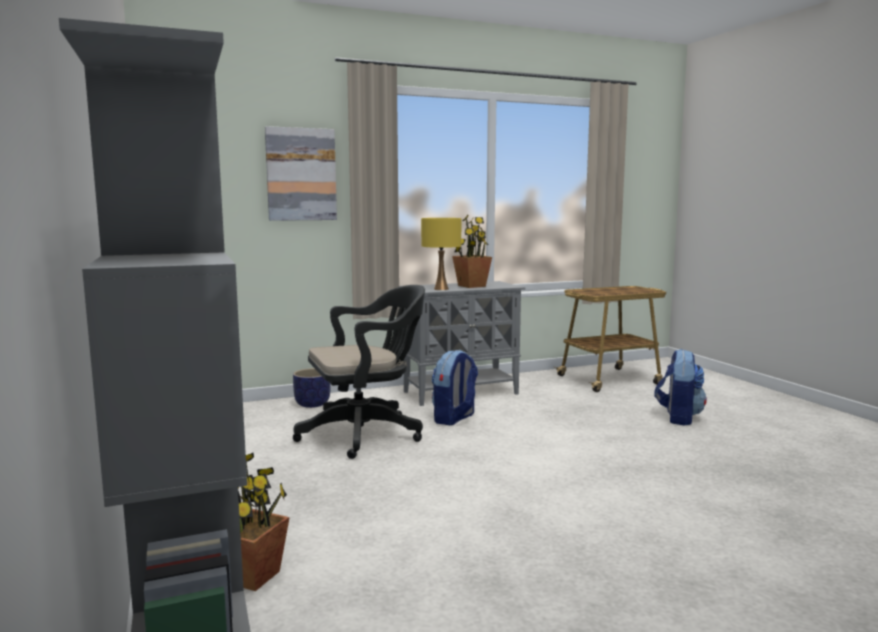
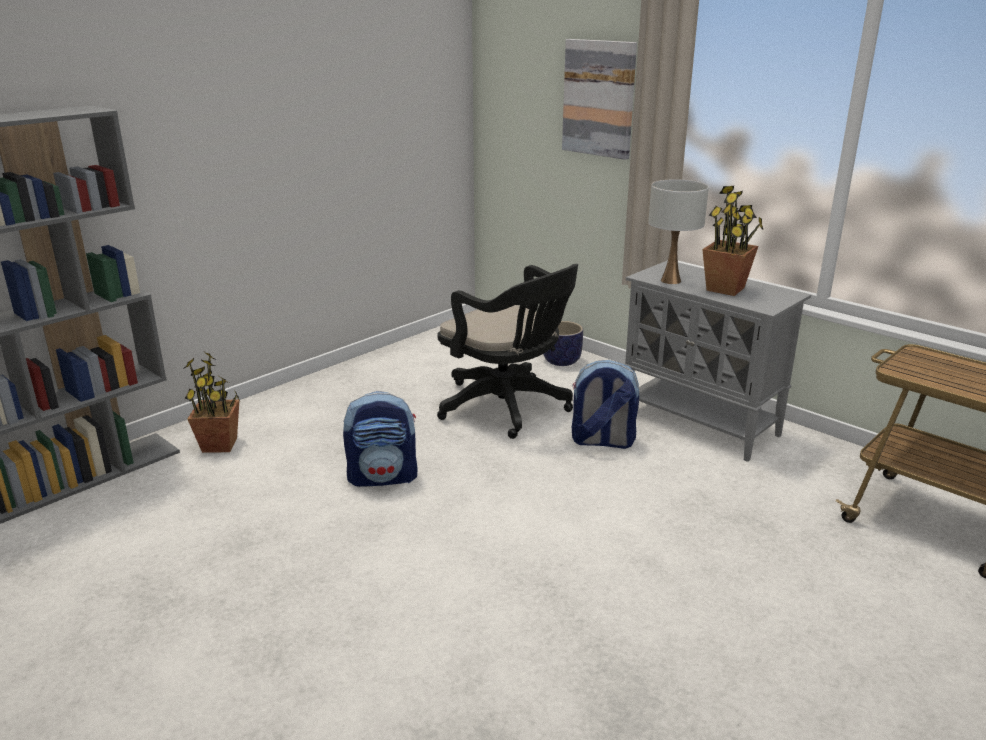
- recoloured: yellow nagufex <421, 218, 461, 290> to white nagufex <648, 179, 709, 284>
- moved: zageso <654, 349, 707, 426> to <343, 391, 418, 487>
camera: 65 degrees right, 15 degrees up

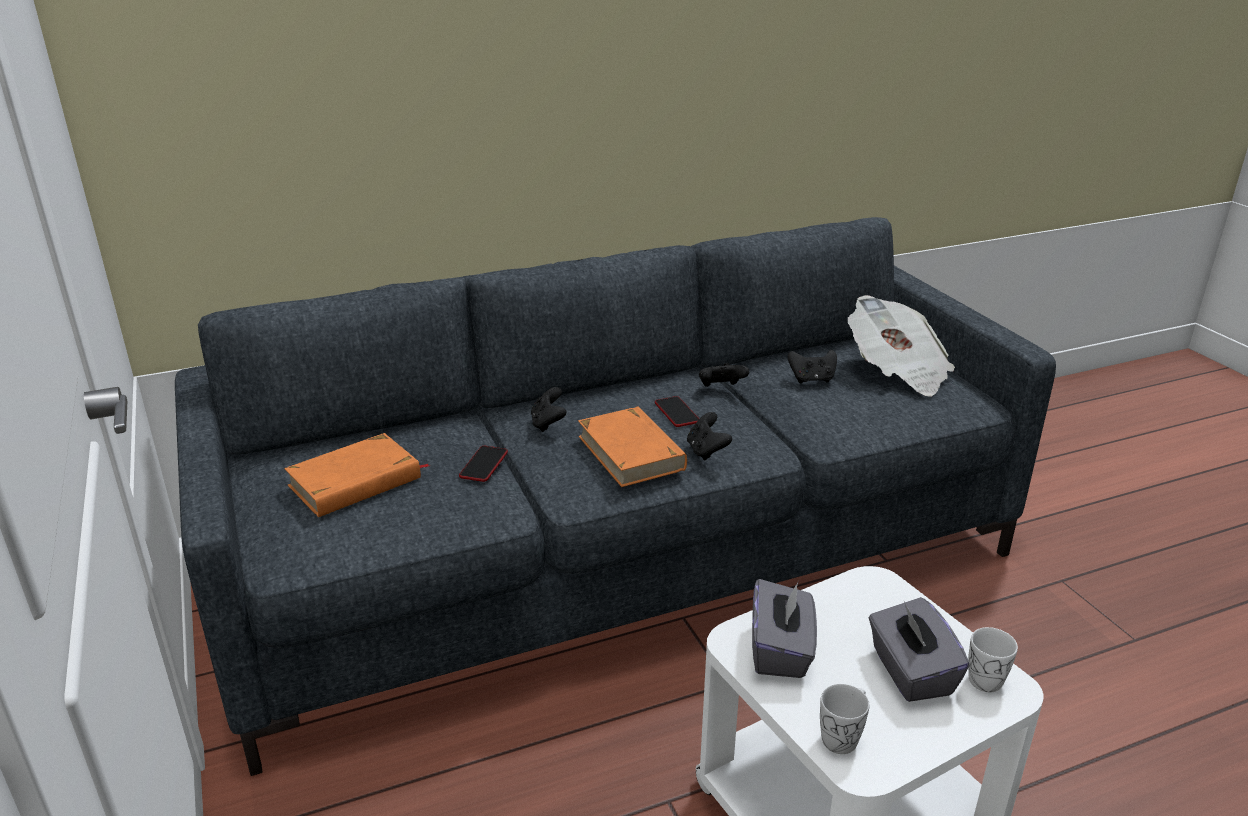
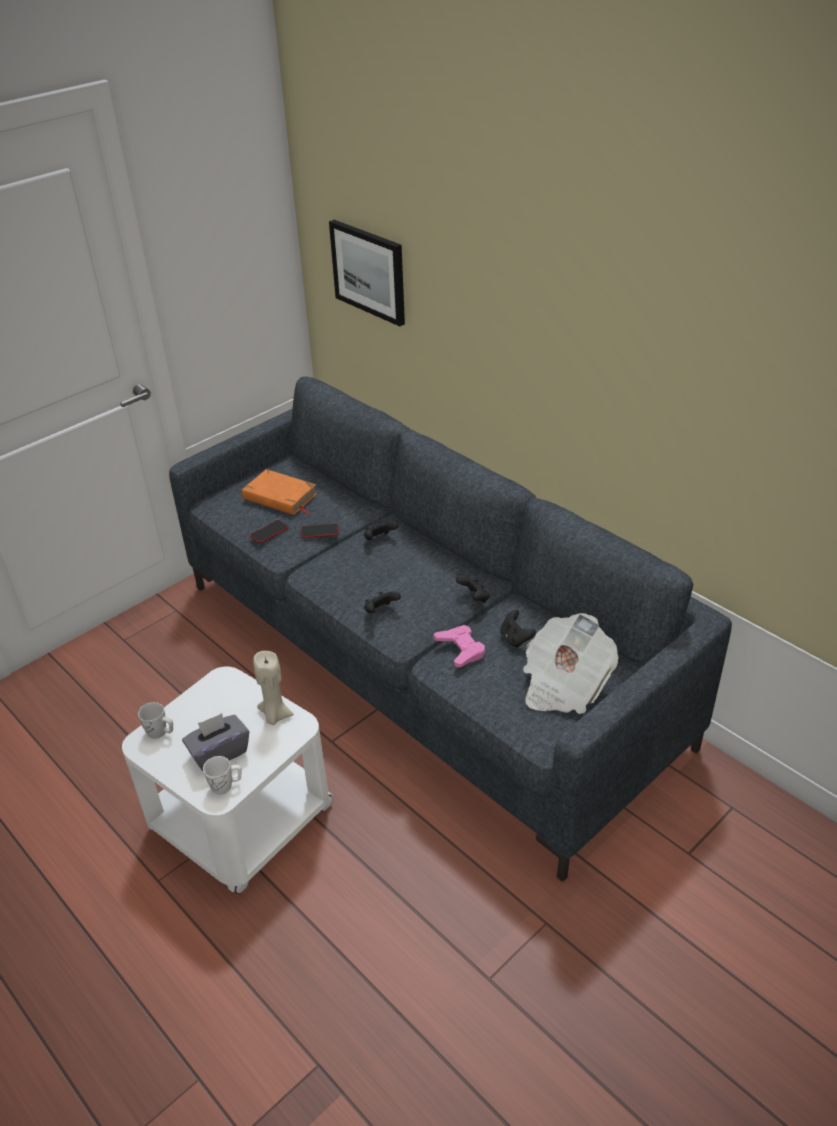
- moved: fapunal <655, 396, 699, 427> to <250, 520, 289, 543>
- removed: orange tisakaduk <578, 406, 687, 487>
- removed: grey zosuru <752, 579, 817, 678>
- added: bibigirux <329, 220, 405, 326>
- added: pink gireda <433, 625, 485, 667>
- added: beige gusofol <253, 651, 294, 725>
camera: 70 degrees right, 10 degrees up

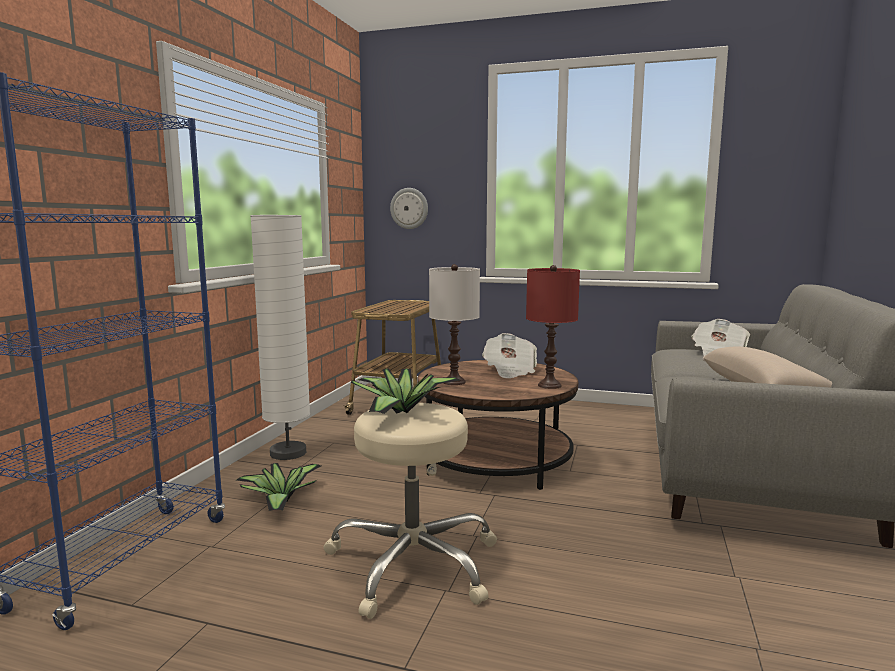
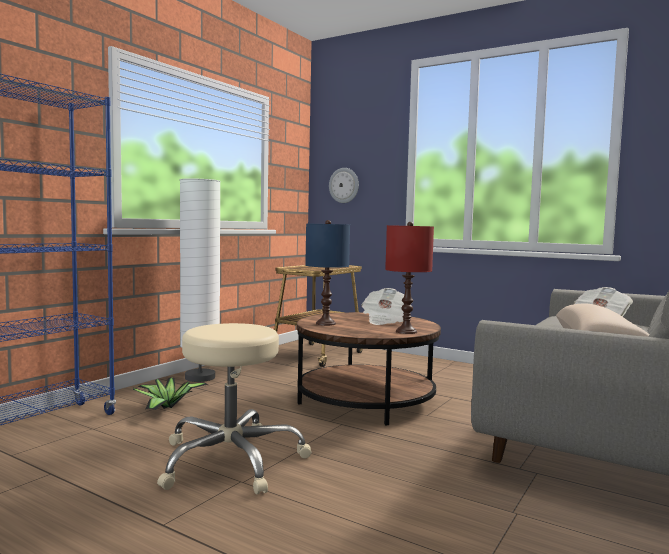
- recoloured: white nagufex <429, 264, 480, 385> to blue nagufex <305, 220, 350, 326>
- removed: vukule <351, 368, 460, 414>
camera: 15 degrees right, 5 degrees down

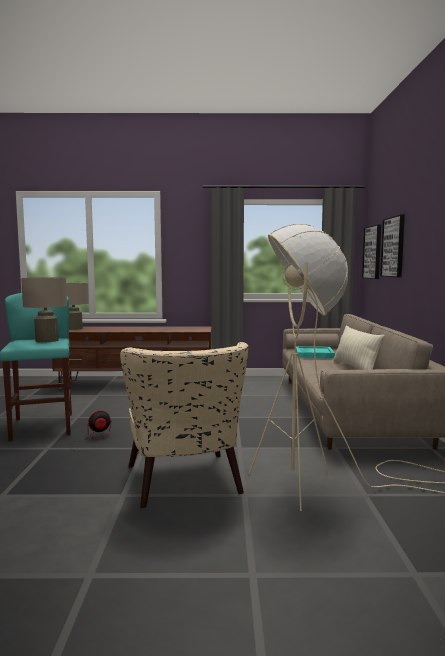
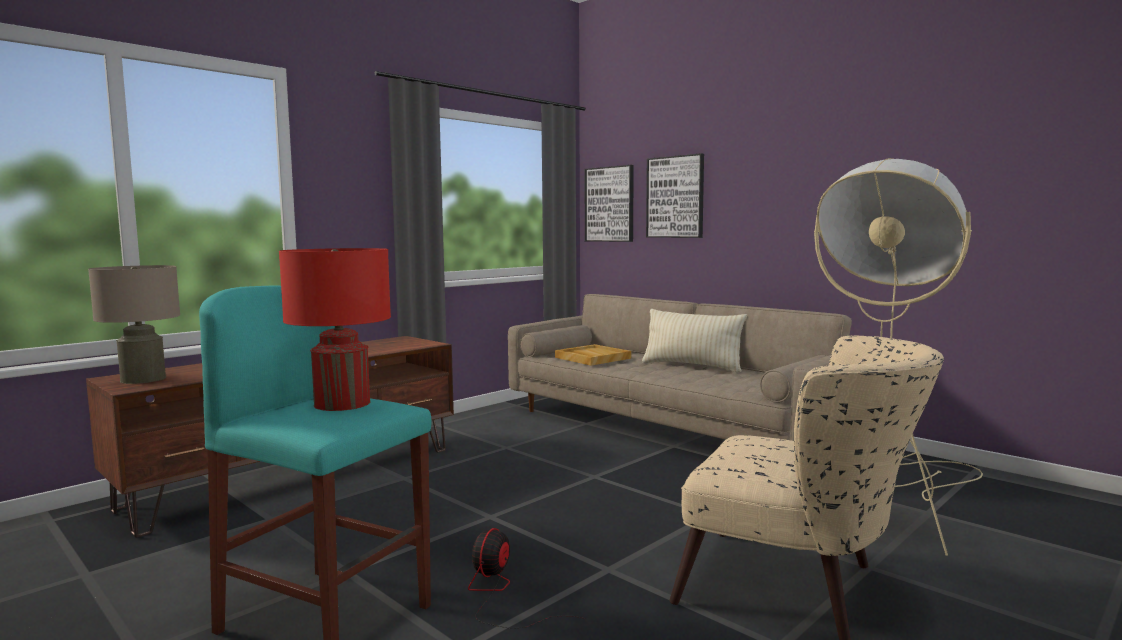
- recoloured: beige nagufex <21, 278, 67, 343> to red nagufex <279, 248, 391, 411>
- recoloured: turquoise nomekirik <296, 346, 335, 358> to beige nomekirik <555, 344, 631, 366>
camera: 45 degrees left, 0 degrees up

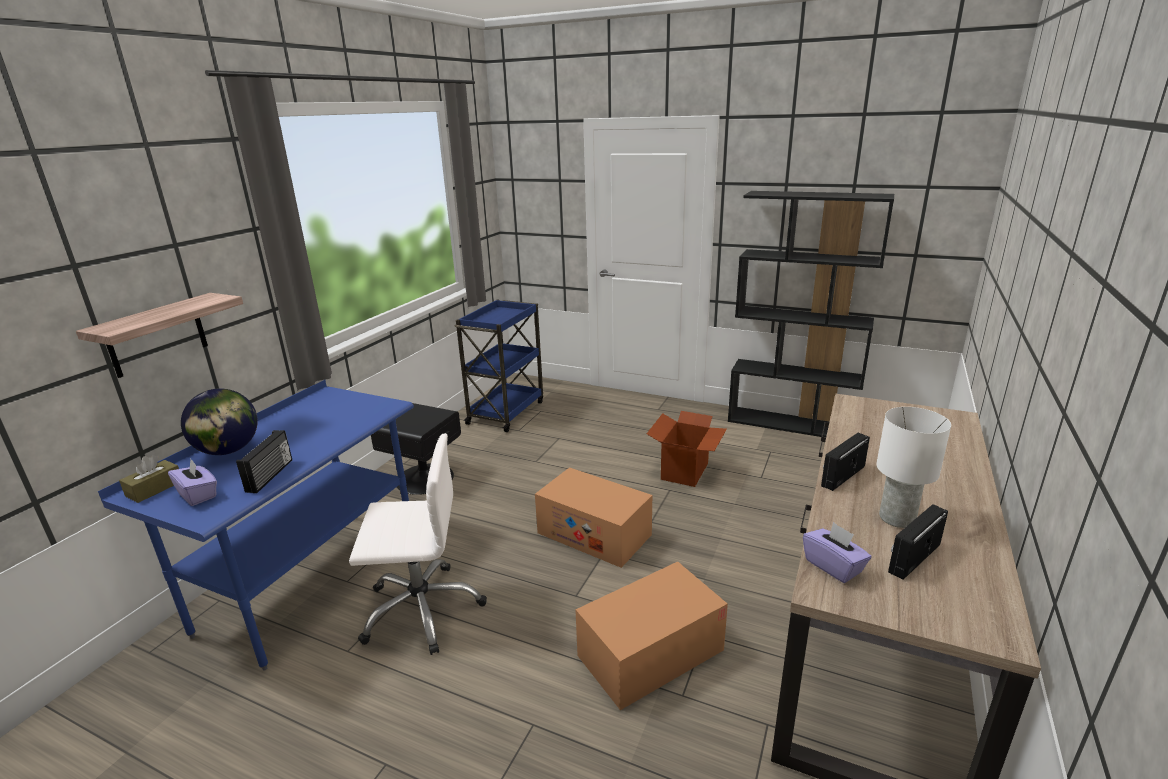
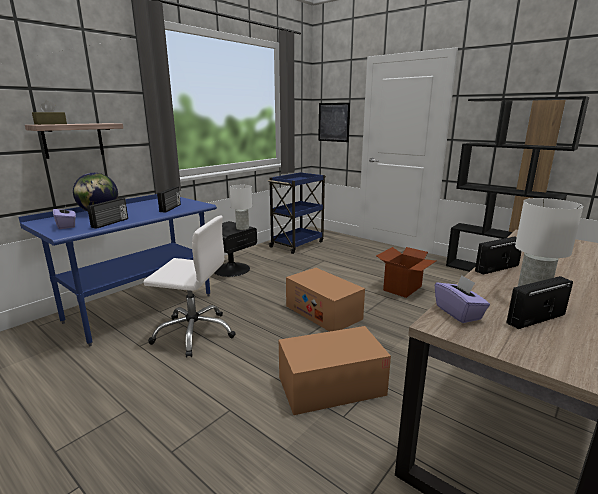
- moved: brown zosuru <119, 455, 179, 503> to <32, 101, 67, 125>
- added: bibigirux <318, 103, 350, 142>
- added: white nagufex <230, 185, 252, 230>
- added: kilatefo <157, 187, 181, 213>
camera: 15 degrees right, 5 degrees down

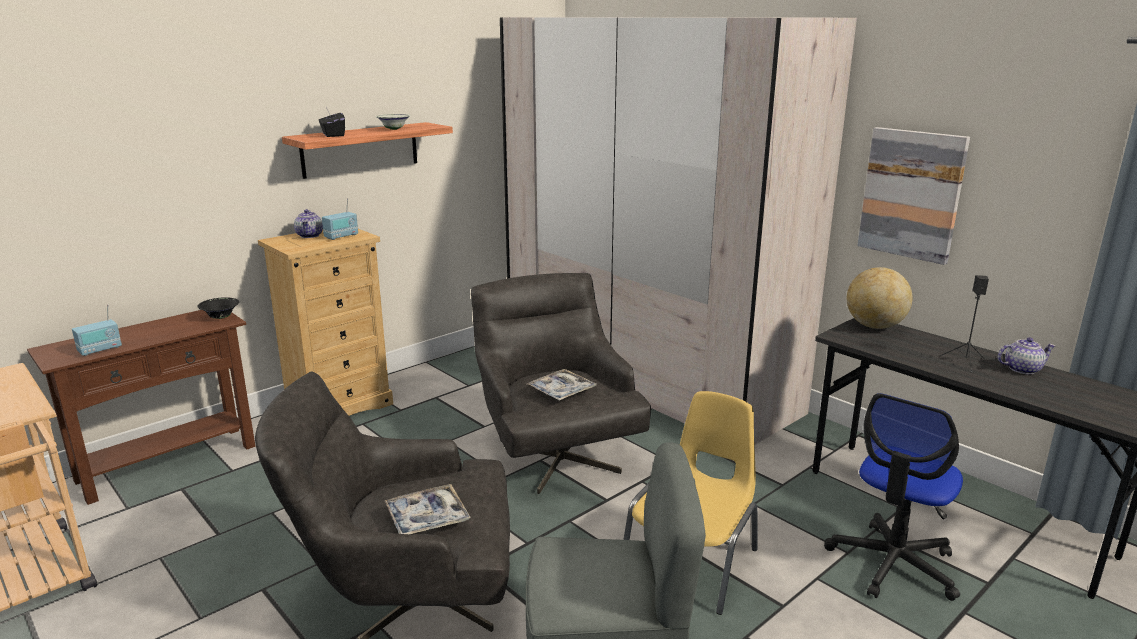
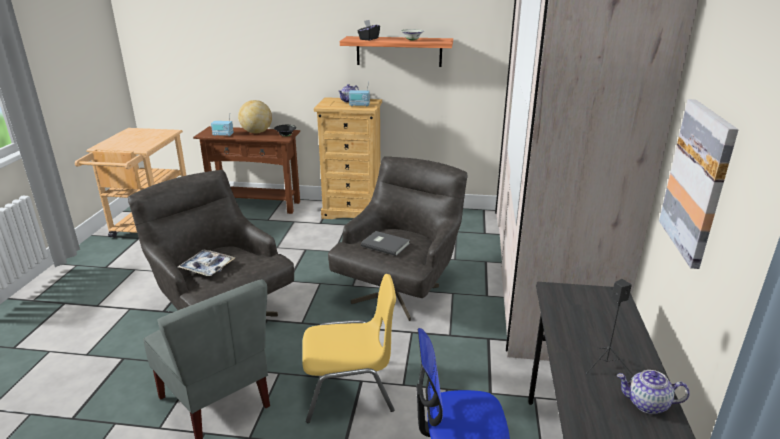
- moved: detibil <847, 267, 913, 329> to <238, 100, 272, 134>
- turned: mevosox <998, 337, 1056, 374> = <617, 370, 690, 414> 150 degrees clockwise
- replaced: nomekirik <527, 369, 596, 401> to grey tisakaduk <361, 231, 410, 256>
camera: 50 degrees right, 5 degrees up

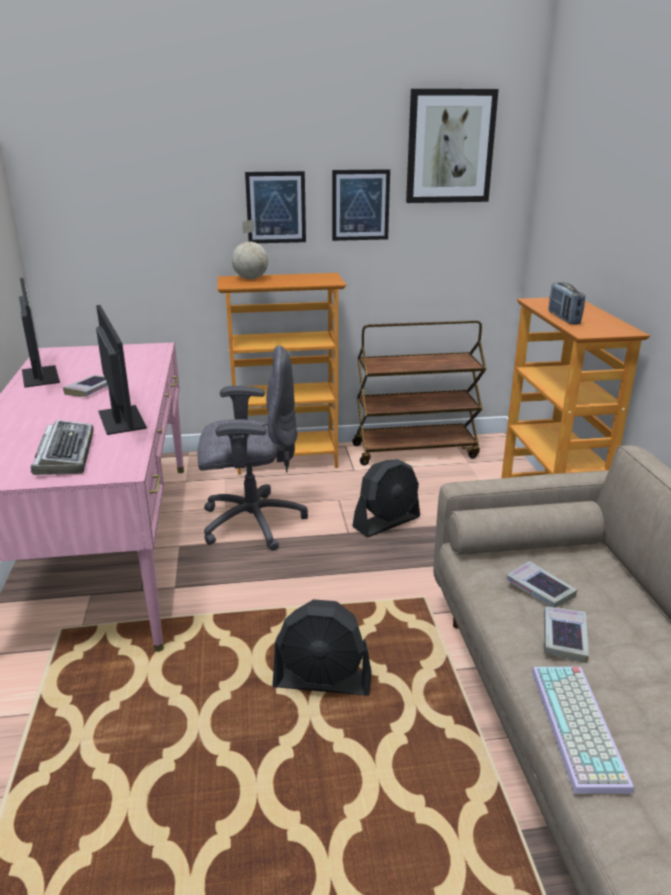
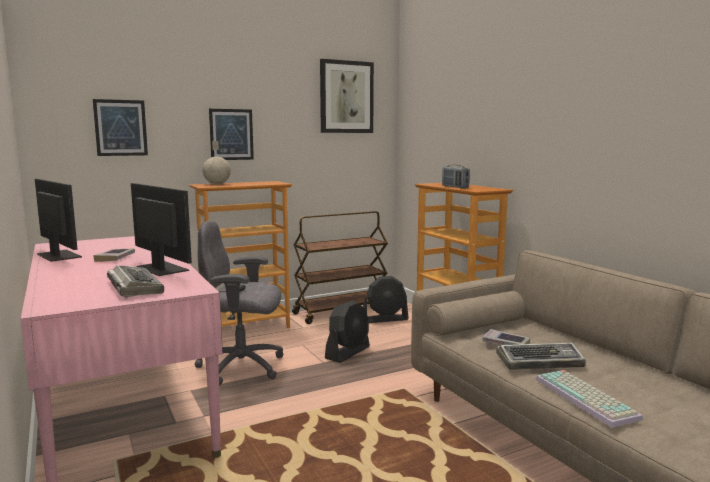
- moved: bibigirux <332, 169, 390, 241> to <93, 99, 148, 156>
- turned: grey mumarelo <197, 345, 308, 551> = <195, 220, 283, 386> 150 degrees counterclockwise
- moved: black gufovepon <272, 599, 372, 696> to <363, 276, 409, 323>
- replaced: tisakaduk <544, 607, 589, 663> to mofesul <496, 342, 586, 370>
camera: 20 degrees left, 15 degrees down

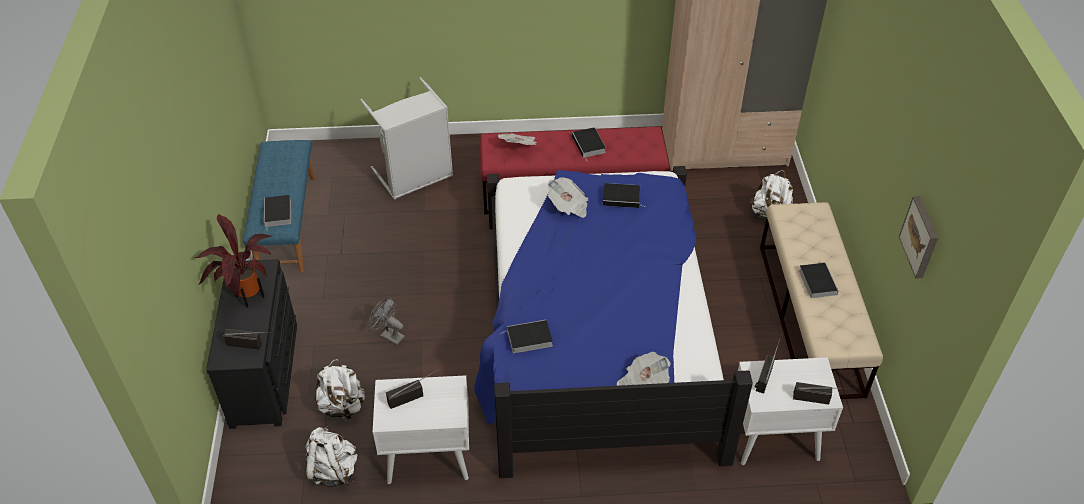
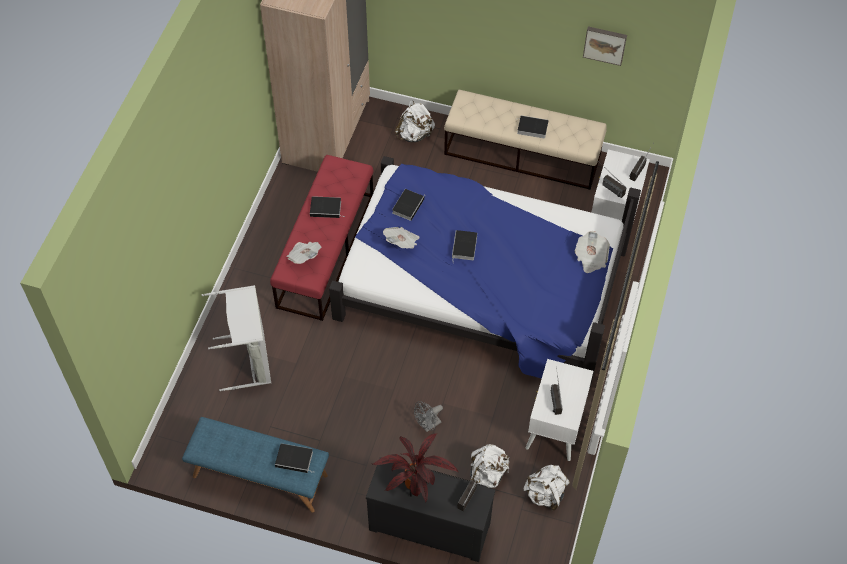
- moved: tisakaduk <500, 320, 553, 353> to <452, 230, 477, 263>
camera: 70 degrees left, 10 degrees up

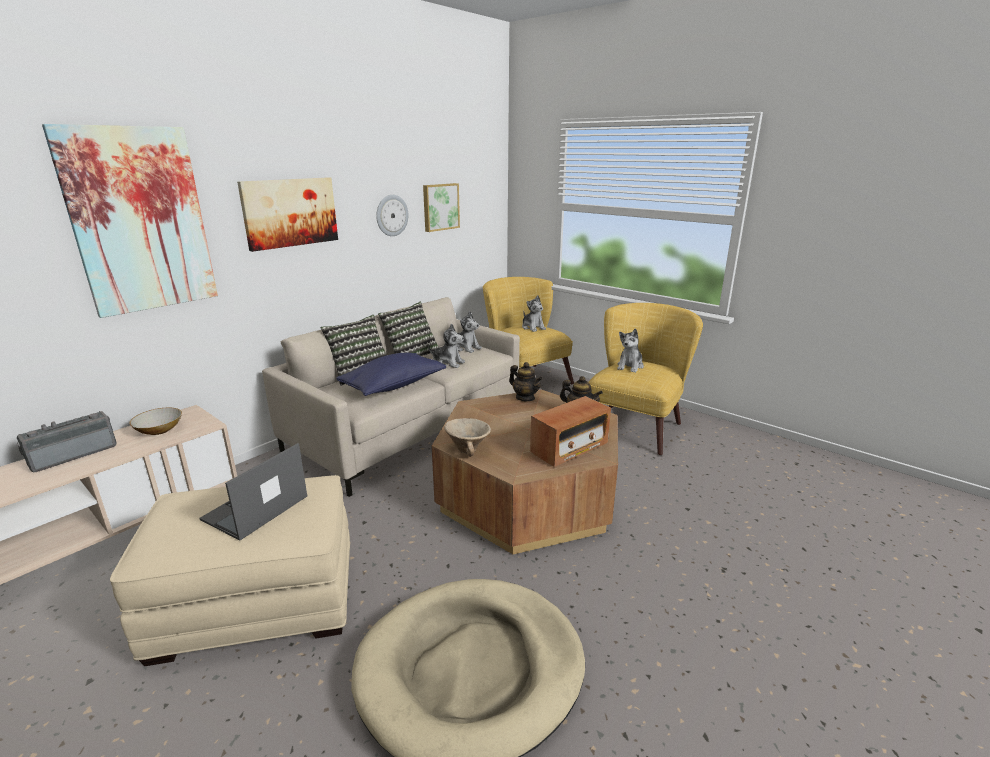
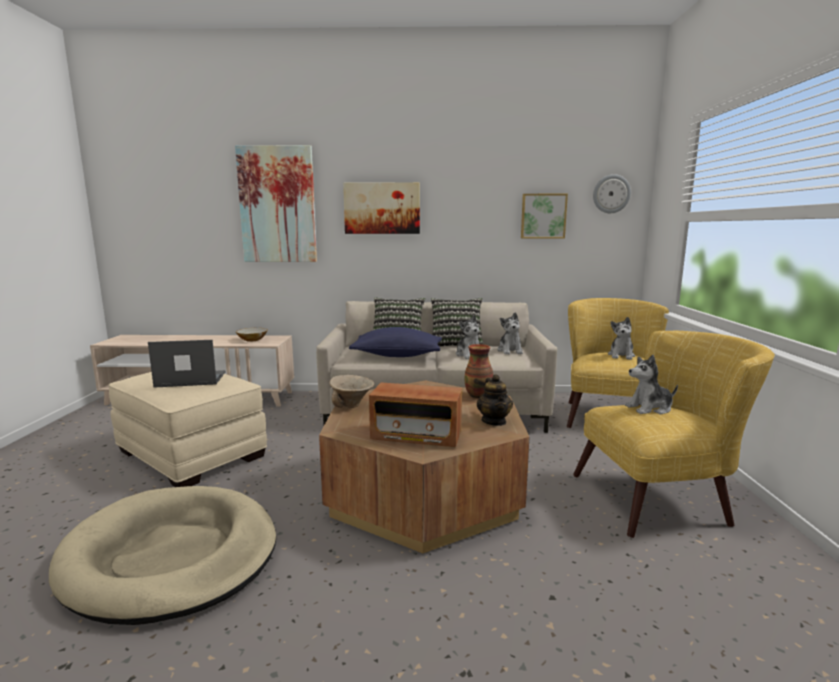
- moved: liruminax <376, 195, 408, 236> to <593, 174, 631, 213>
- replaced: mevosox <509, 362, 543, 401> to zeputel <465, 344, 494, 398>
- removed: kilatefo <17, 411, 117, 472>
camera: 50 degrees right, 10 degrees down

